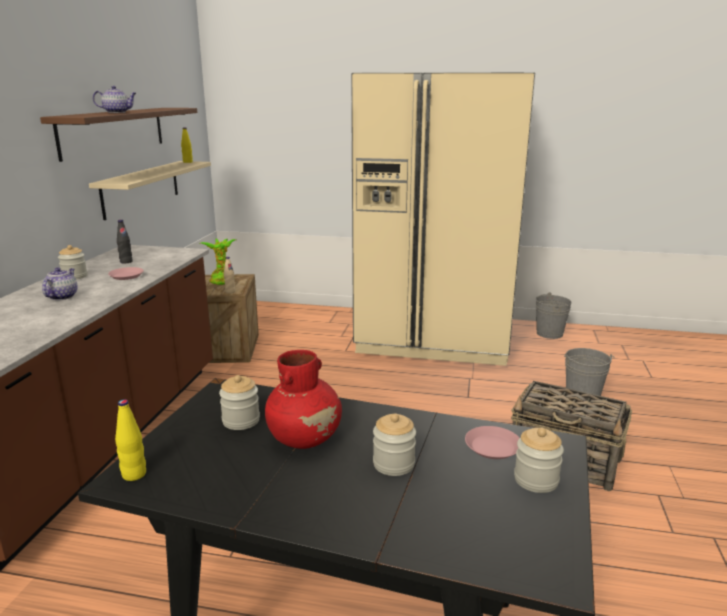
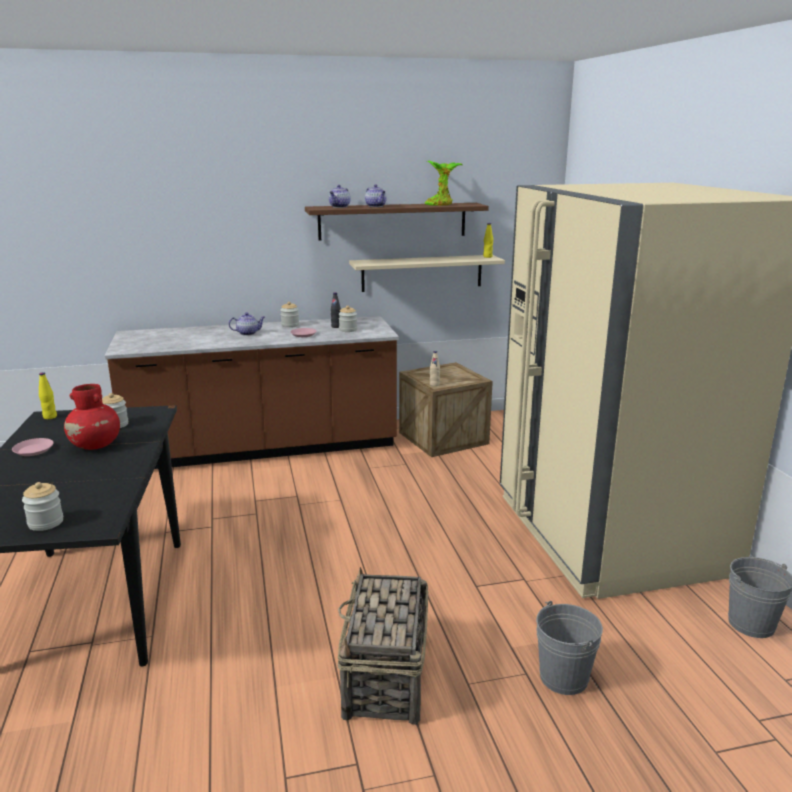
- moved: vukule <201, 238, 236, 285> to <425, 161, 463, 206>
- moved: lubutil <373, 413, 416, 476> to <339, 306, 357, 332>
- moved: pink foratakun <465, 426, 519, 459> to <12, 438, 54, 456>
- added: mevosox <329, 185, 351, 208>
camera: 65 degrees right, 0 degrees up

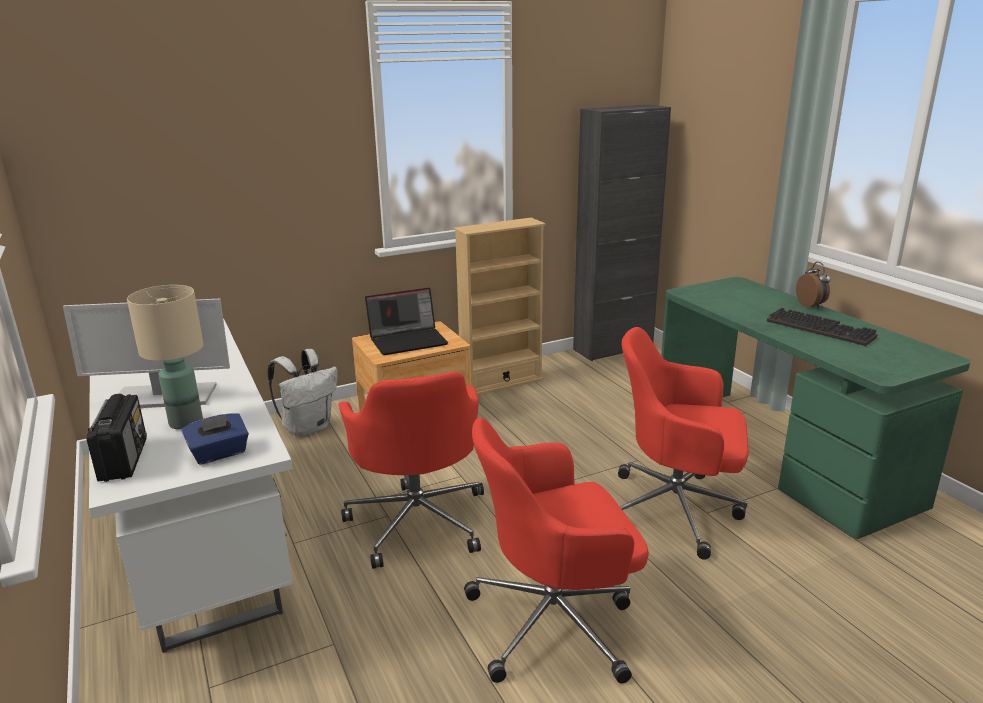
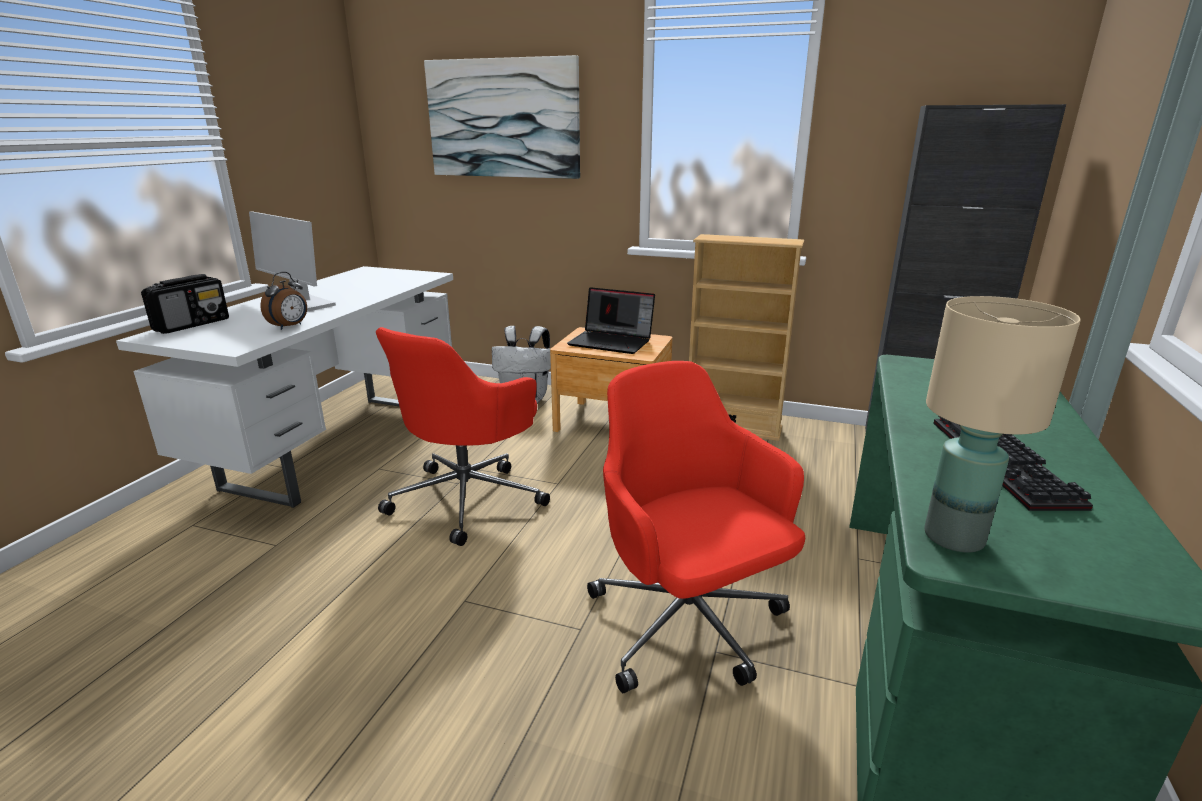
- moved: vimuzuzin <796, 262, 830, 309> to <260, 272, 307, 330>
- moved: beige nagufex <127, 285, 204, 430> to <924, 296, 1081, 552>
- removed: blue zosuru <181, 413, 249, 465>
- removed: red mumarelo <464, 418, 649, 684>
- added: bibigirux <424, 55, 580, 179>
camera: 45 degrees right, 0 degrees up

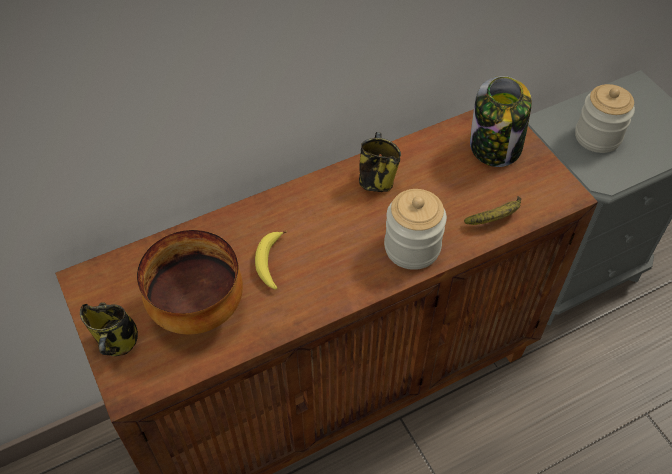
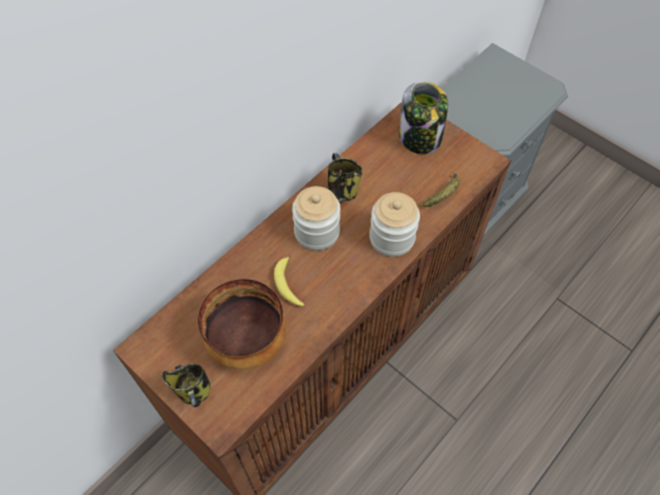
- moved: lubutil <575, 84, 635, 153> to <292, 186, 340, 251>
camera: 20 degrees left, 5 degrees up

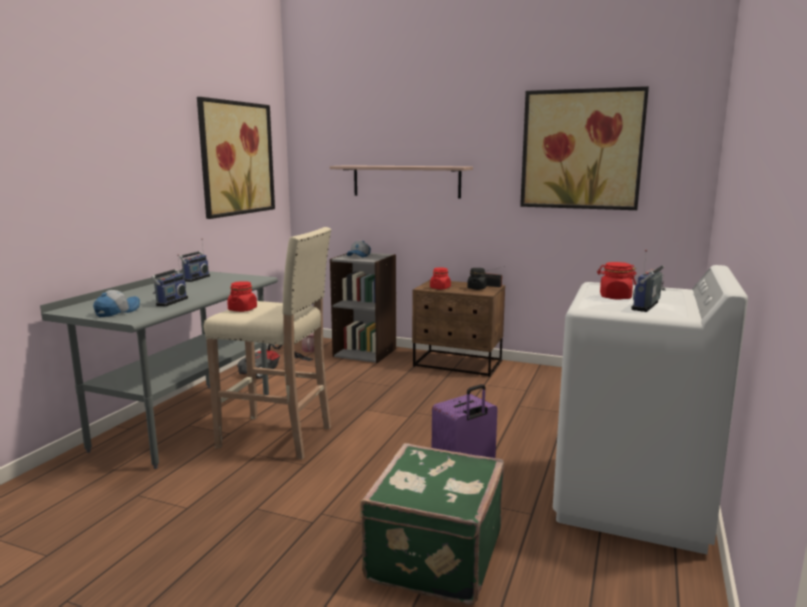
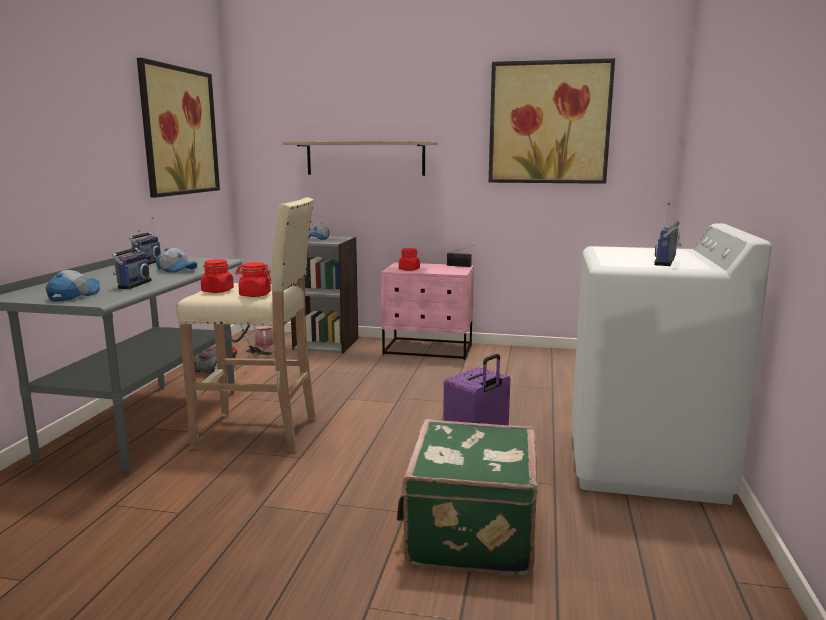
- moved: red lubutil <597, 262, 636, 300> to <236, 262, 271, 297>
- removed: black lubutil <467, 268, 487, 290>
- recoloured: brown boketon <412, 279, 505, 377> to pink boketon <381, 262, 474, 360>
- added: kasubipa <156, 248, 197, 273>
camera: 10 degrees left, 0 degrees up

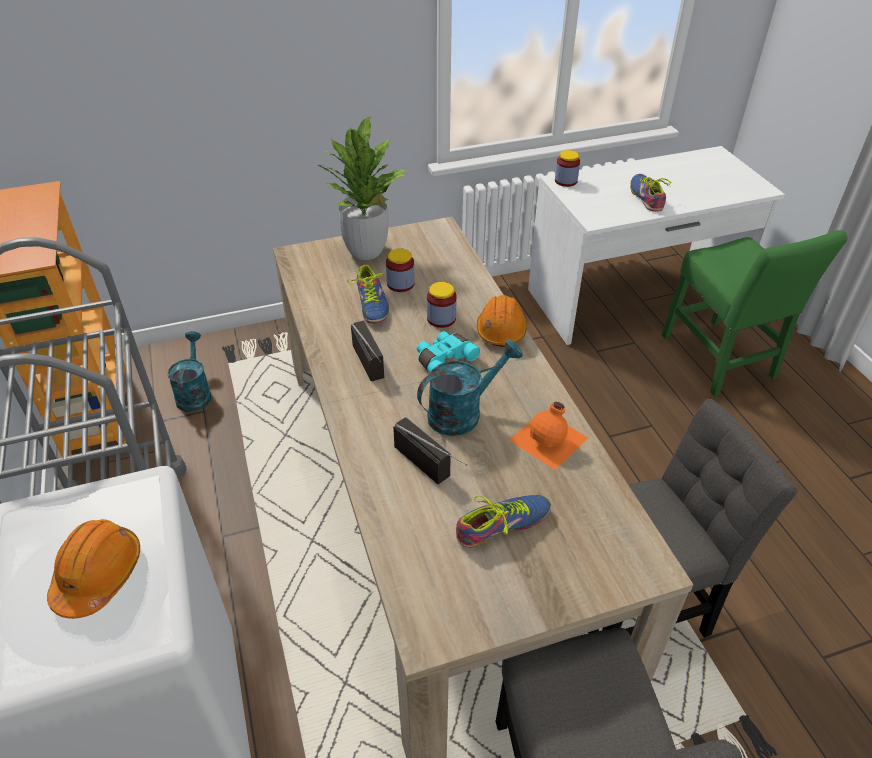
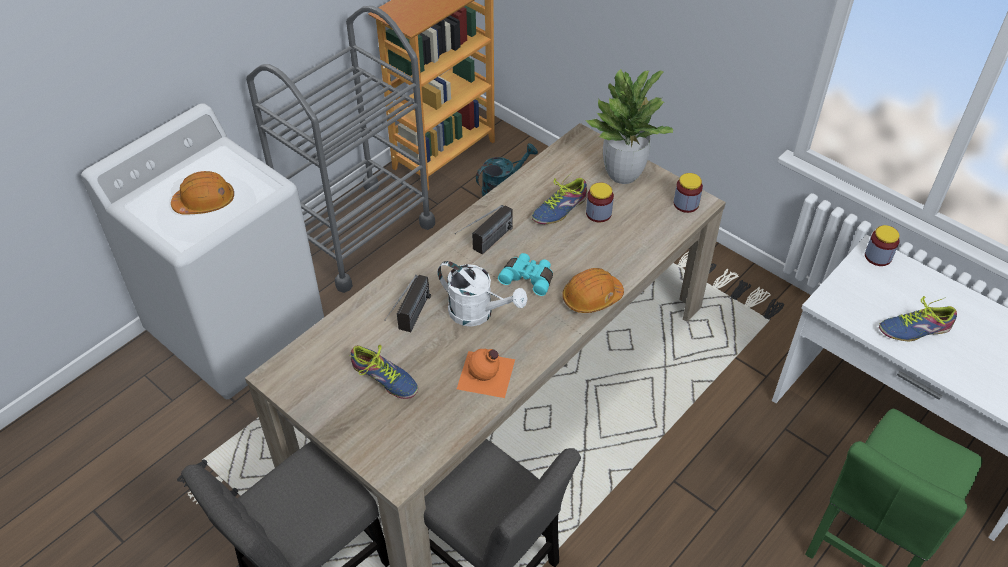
- turned: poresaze <630, 174, 671, 212> = <879, 296, 957, 341> 150 degrees counterclockwise
- moved: lubutil <427, 282, 457, 328> to <674, 173, 703, 213>
- recoloured: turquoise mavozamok <417, 340, 523, 436> to white mavozamok <437, 261, 527, 327>
camera: 60 degrees right, 5 degrees up

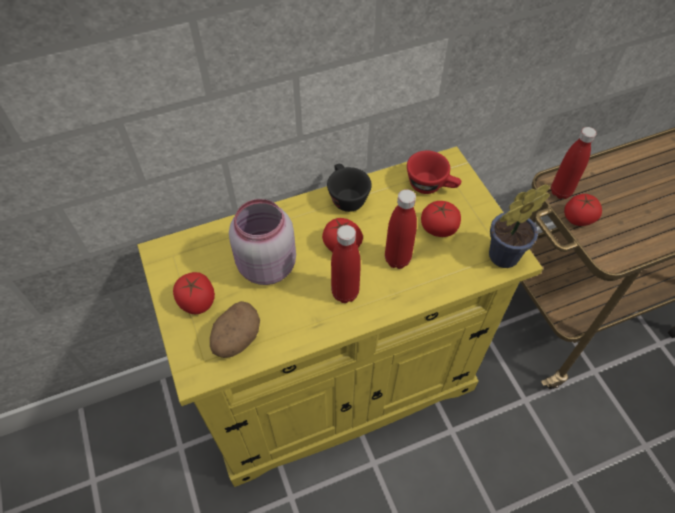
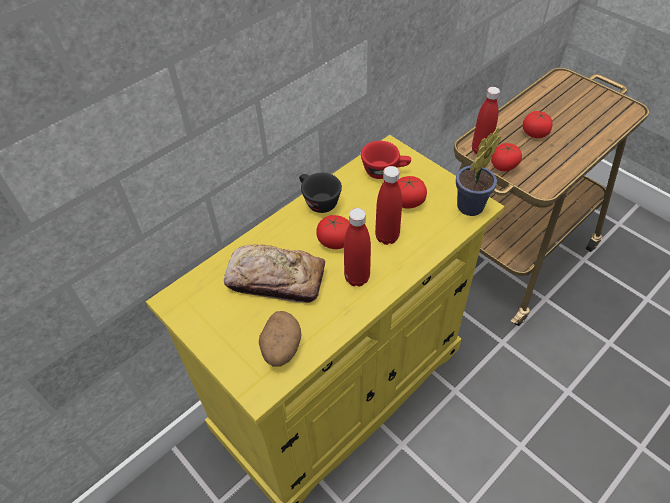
- replaced: pink lubutil <229, 199, 296, 285> to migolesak <224, 244, 325, 303>
- moved: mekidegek <173, 272, 215, 314> to <522, 111, 553, 138>
camera: 20 degrees left, 5 degrees down

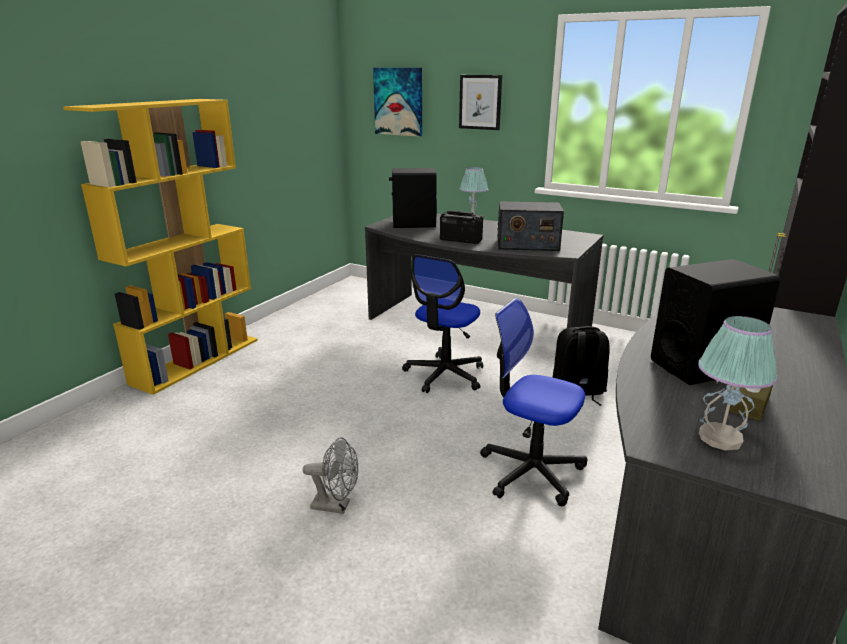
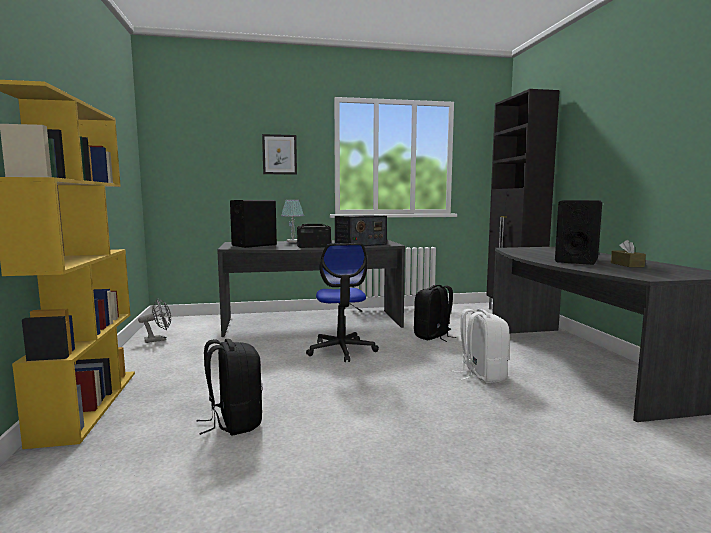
- removed: bibigirux <373, 68, 422, 137>
- replaced: mumarelo <480, 298, 587, 506> to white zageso <452, 309, 509, 384>
- removed: nagufex <698, 316, 778, 451>
- moved: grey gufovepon <303, 437, 358, 514> to <138, 299, 171, 343>
- added: black zageso <197, 339, 263, 435>
camera: 40 degrees left, 15 degrees down

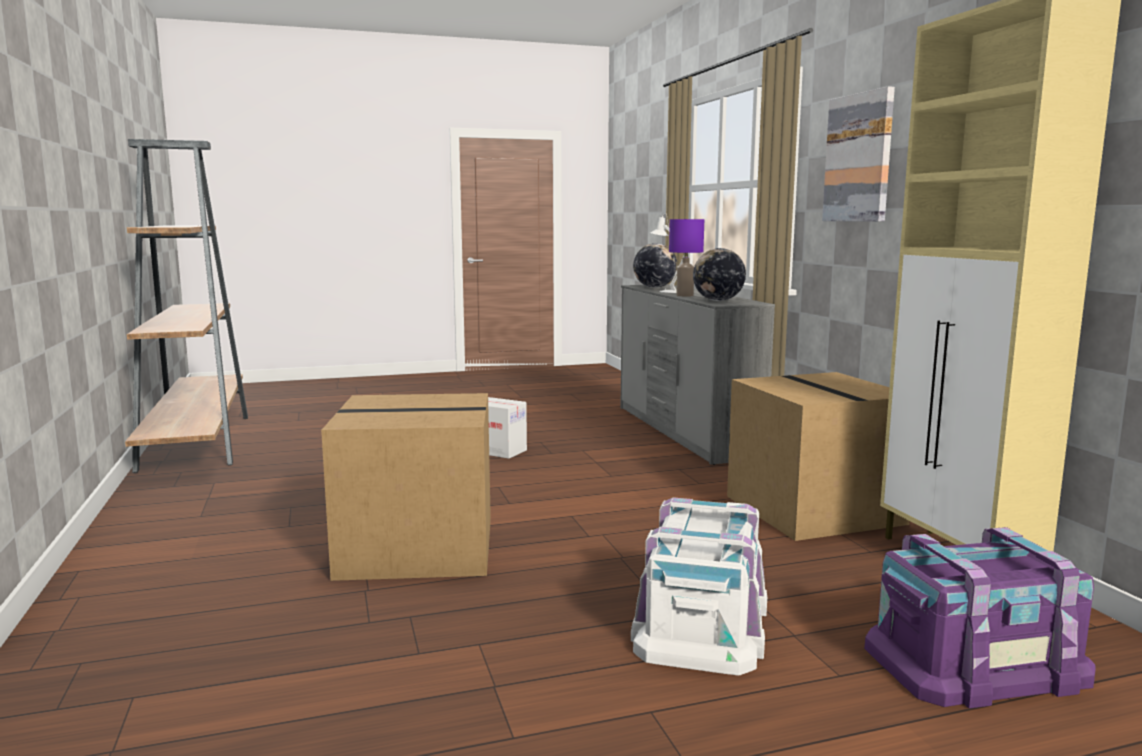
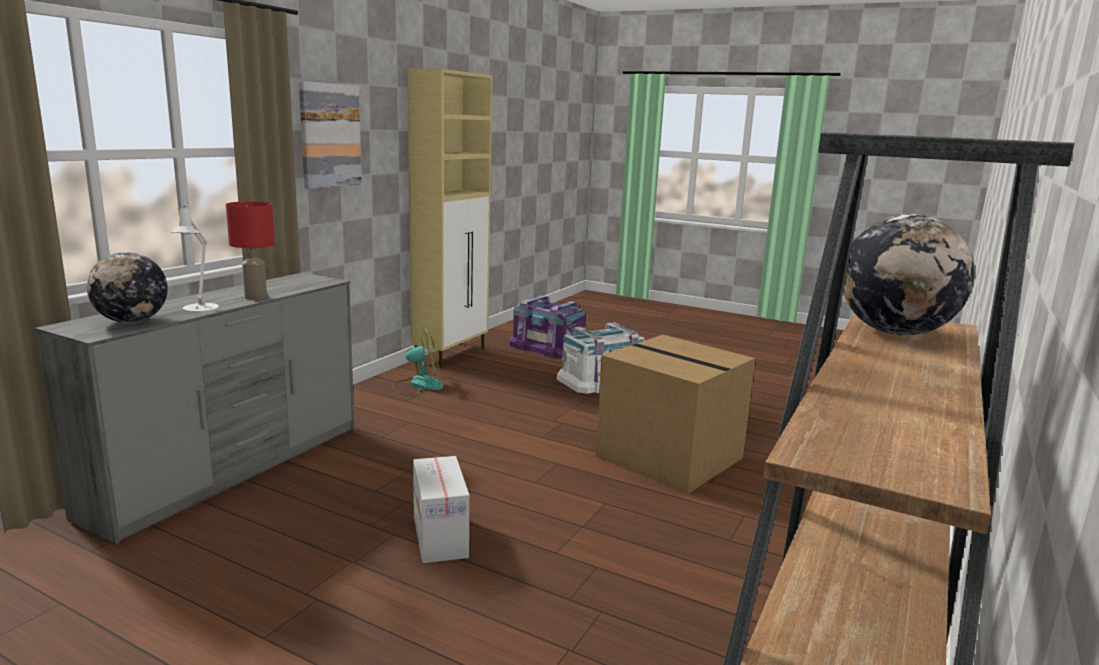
- recoloured: purple nagufex <669, 219, 704, 297> to red nagufex <226, 201, 275, 300>
- moved: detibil <693, 248, 746, 301> to <843, 214, 975, 335>
- replaced: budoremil <727, 372, 910, 541> to gufovepon <392, 328, 443, 396>
camera: 135 degrees left, 5 degrees up

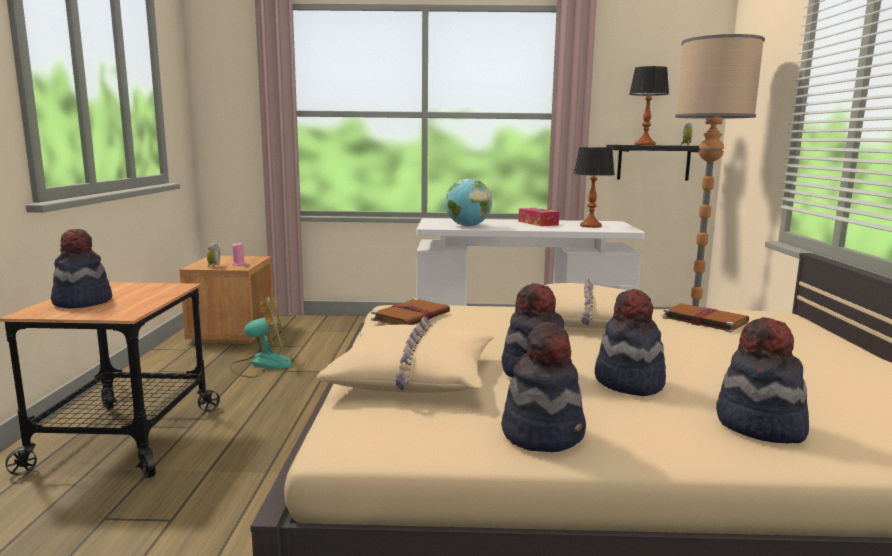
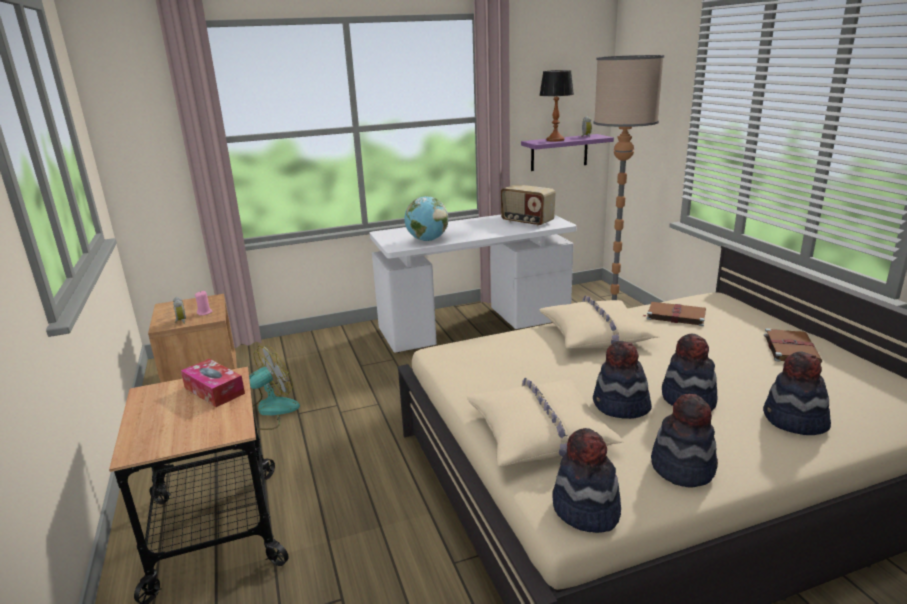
- recoloured: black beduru <606, 145, 700, 181> to purple beduru <521, 134, 614, 171>
- replaced: nagufex <574, 147, 615, 228> to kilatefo <500, 184, 555, 227>
- moved: zosuru <518, 208, 559, 226> to <181, 359, 245, 407>
- moved: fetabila <51, 229, 112, 309> to <553, 428, 621, 533>
- moved: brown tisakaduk <371, 298, 450, 325> to <764, 328, 822, 364>
camera: 20 degrees left, 10 degrees up

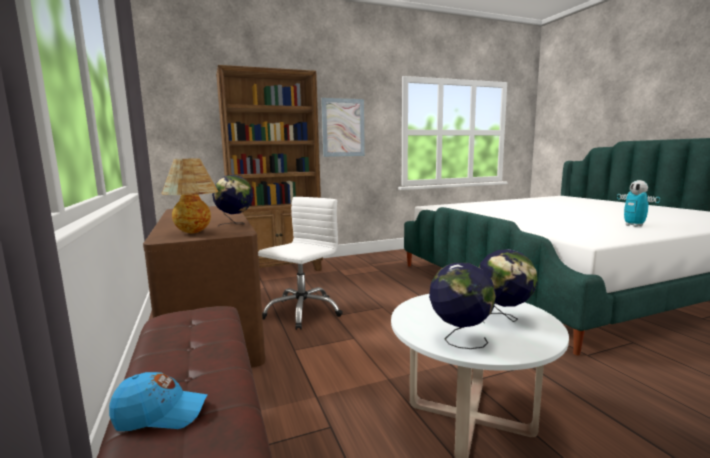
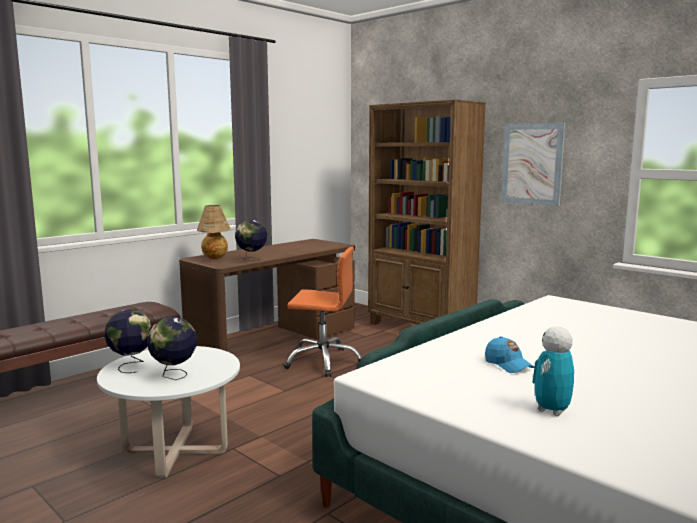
- recoloured: white mumarelo <258, 197, 343, 330> to orange mumarelo <283, 247, 361, 377>
- moved: blue kasubipa <109, 372, 208, 431> to <485, 336, 534, 373>
camera: 65 degrees right, 0 degrees up

